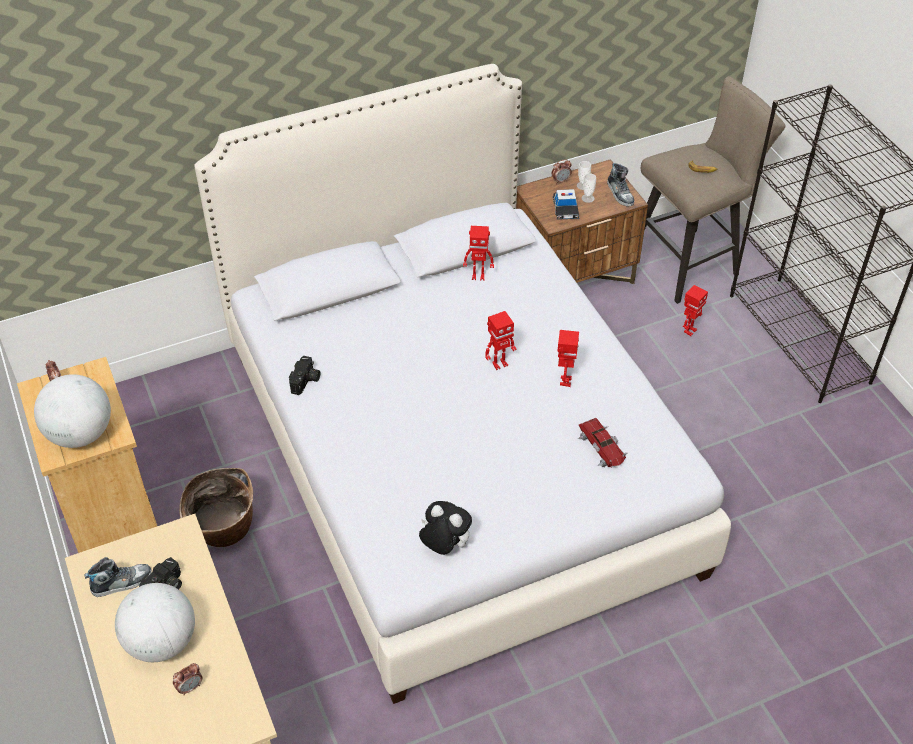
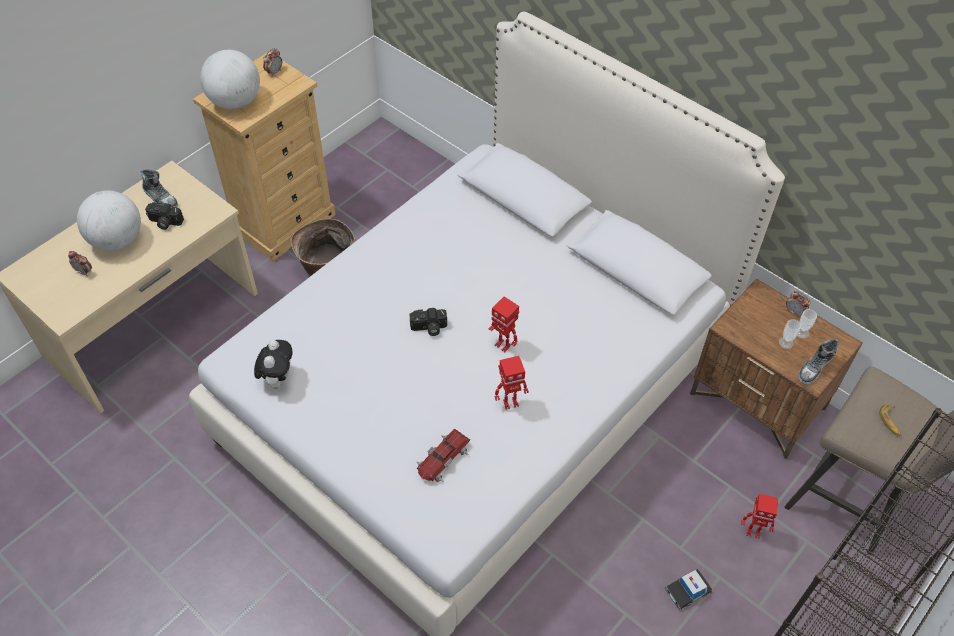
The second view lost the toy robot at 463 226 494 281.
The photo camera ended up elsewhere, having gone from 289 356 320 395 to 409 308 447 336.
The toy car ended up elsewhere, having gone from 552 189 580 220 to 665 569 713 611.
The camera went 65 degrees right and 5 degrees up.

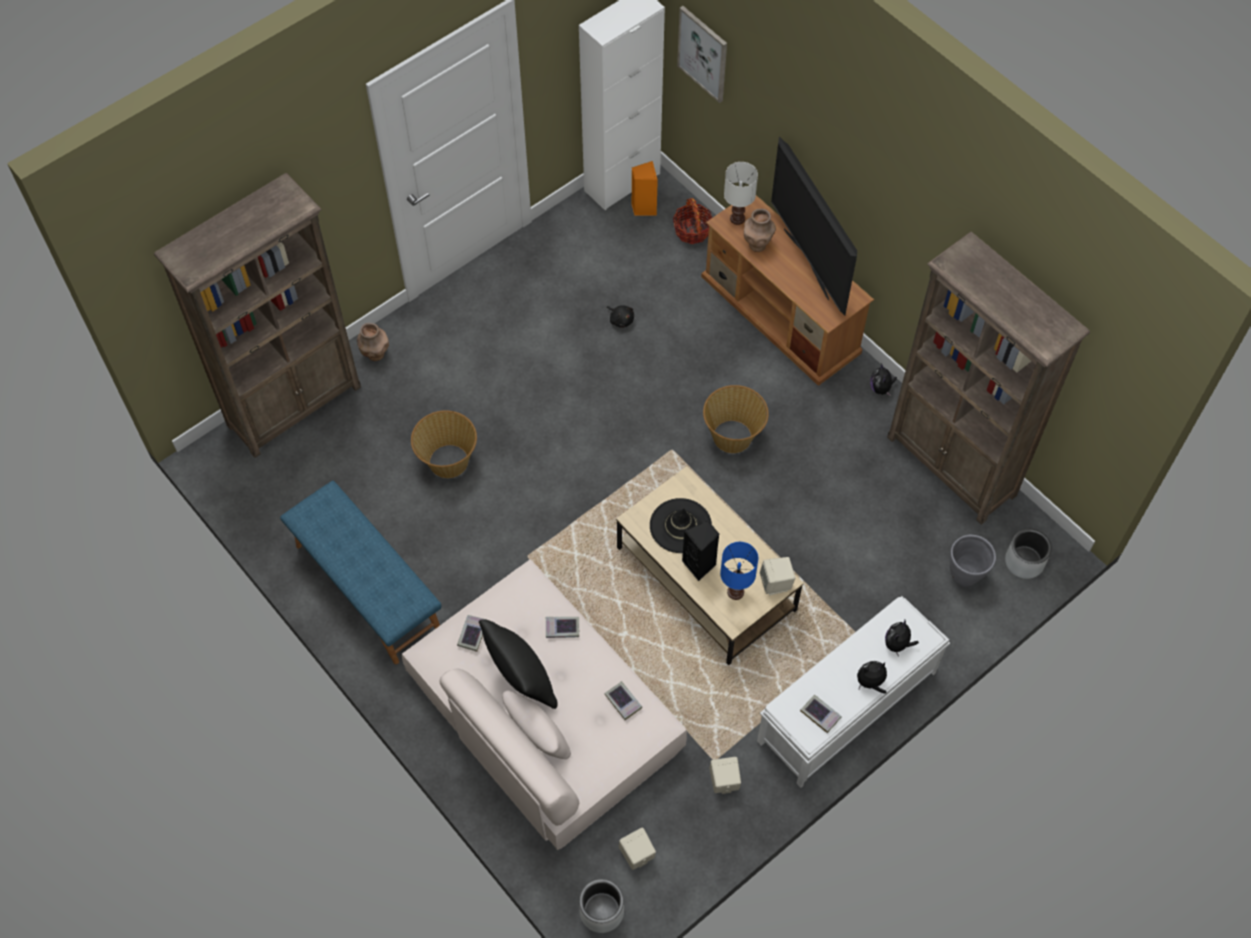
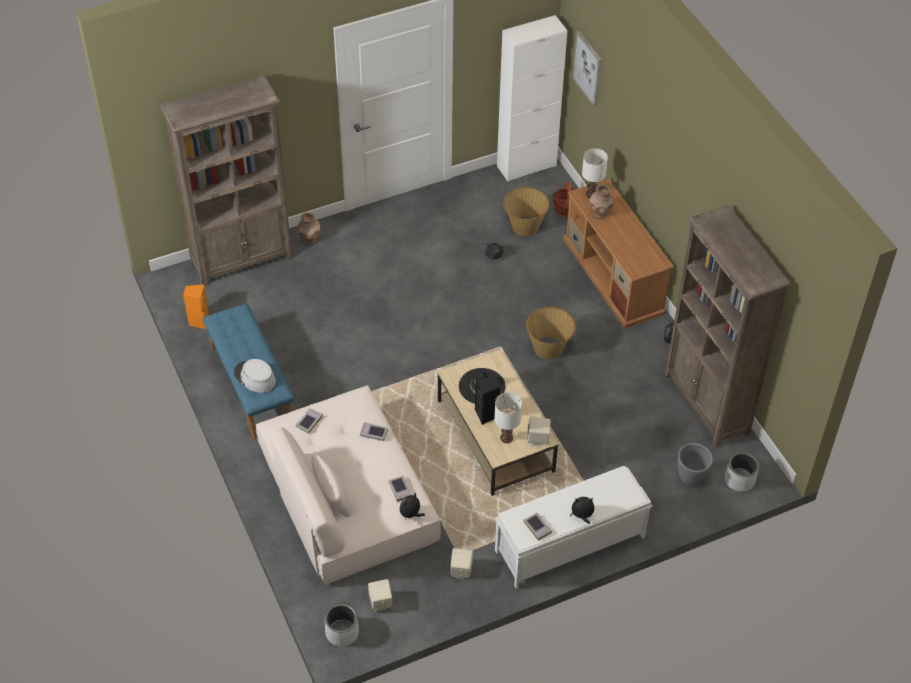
The second view lost the black pillow at 479 619 558 709.
The second view lost the television at 771 137 857 315.
The second view gained the grey hat at 234 359 276 393.
The basket ended up elsewhere, having gone from 411 410 477 478 to 503 187 549 236.
The orange speaker ended up elsewhere, having gone from 632 161 658 216 to 183 284 209 329.
The plush toy ended up elsewhere, having gone from 885 620 919 657 to 400 493 425 520.
What was the blue table lamp at 720 542 758 600 turned into the white table lamp at 494 392 522 443.
The camera went 15 degrees right and 10 degrees down.

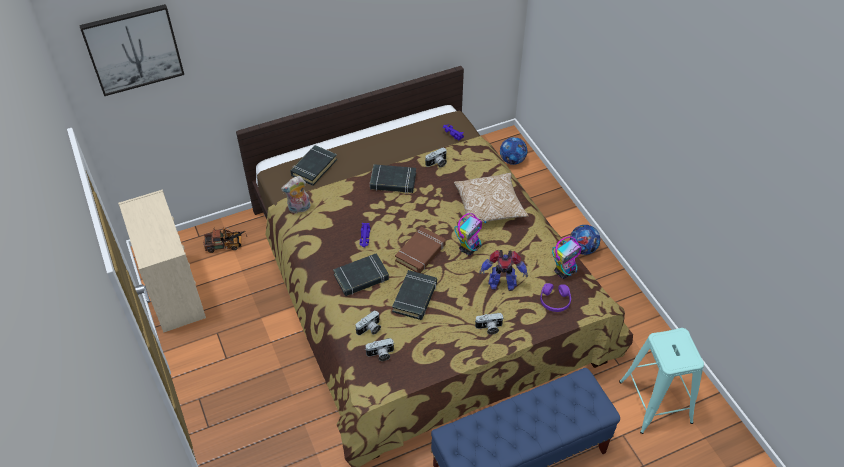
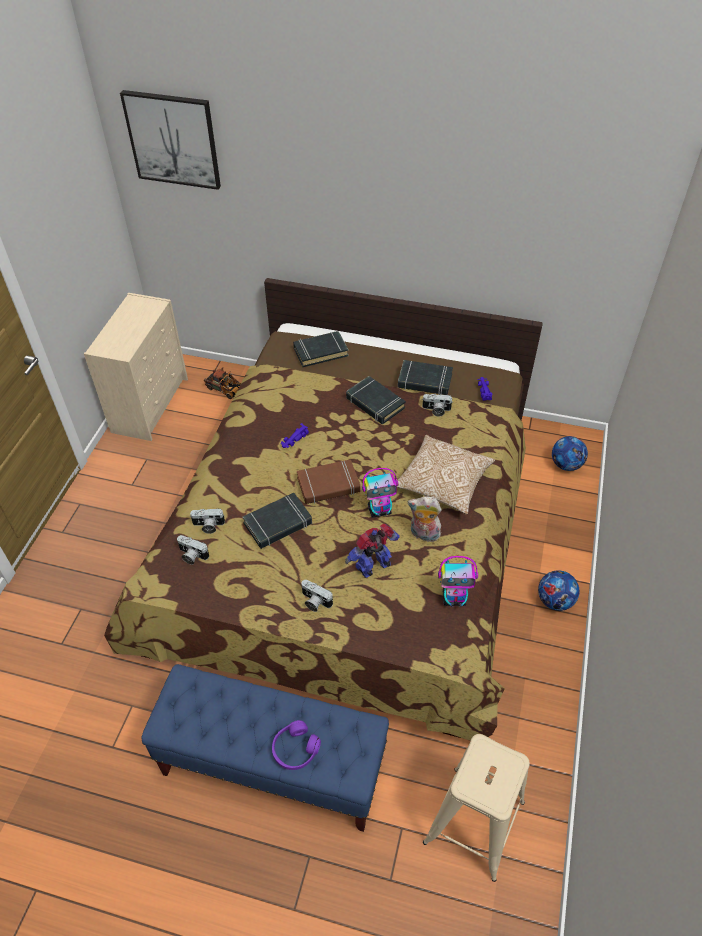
The plush toy ended up elsewhere, having gone from 281 176 310 214 to 408 496 442 542.
The black book ended up elsewhere, having gone from 333 253 389 296 to 398 360 453 395.
The purple headphones ended up elsewhere, having gone from 540 283 571 312 to 272 720 321 770.
What was the turquoise stool at 619 328 704 434 turned into the beige stool at 423 734 530 882.
The toy robot at 479 250 528 291 ended up facing another way, 105 degrees clockwise from before.
The camera went 40 degrees right and 0 degrees up.

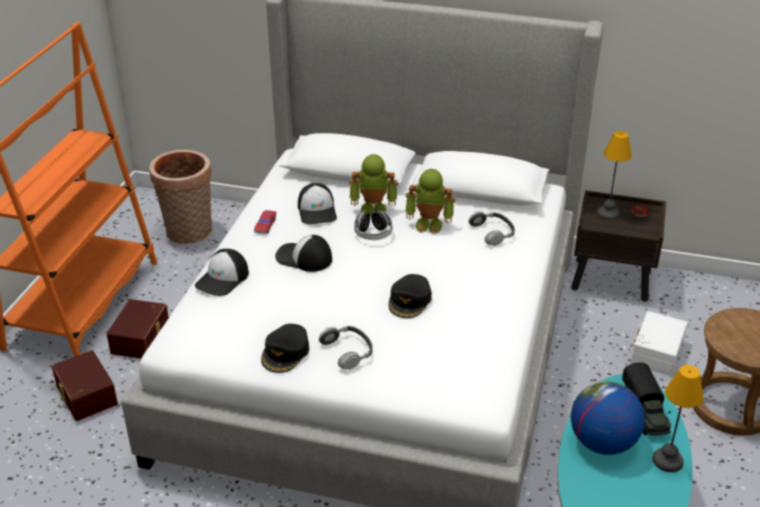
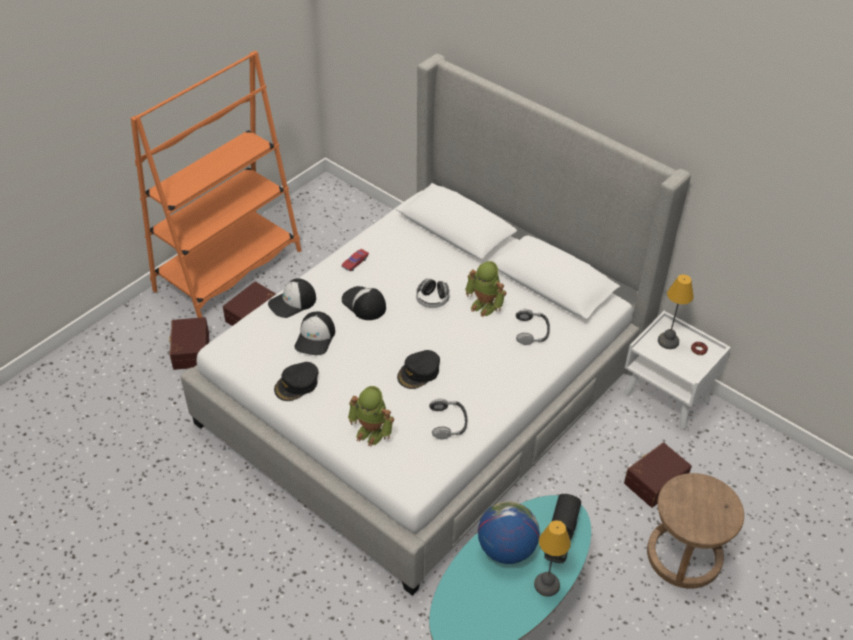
The second view lost the basket at 149 150 212 244.
The cap ended up elsewhere, having gone from 298 183 337 224 to 294 311 335 355.
The headphones ended up elsewhere, having gone from 319 326 373 370 to 429 398 467 440.
The toy robot ended up elsewhere, having gone from 349 154 398 217 to 348 386 394 447.
What was the brown nightstand at 571 190 666 302 turned into the white nightstand at 624 311 731 430.
What was the white storage box at 630 311 688 376 turned into the brown storage box at 624 442 692 508.
The camera went 25 degrees right and 10 degrees up.

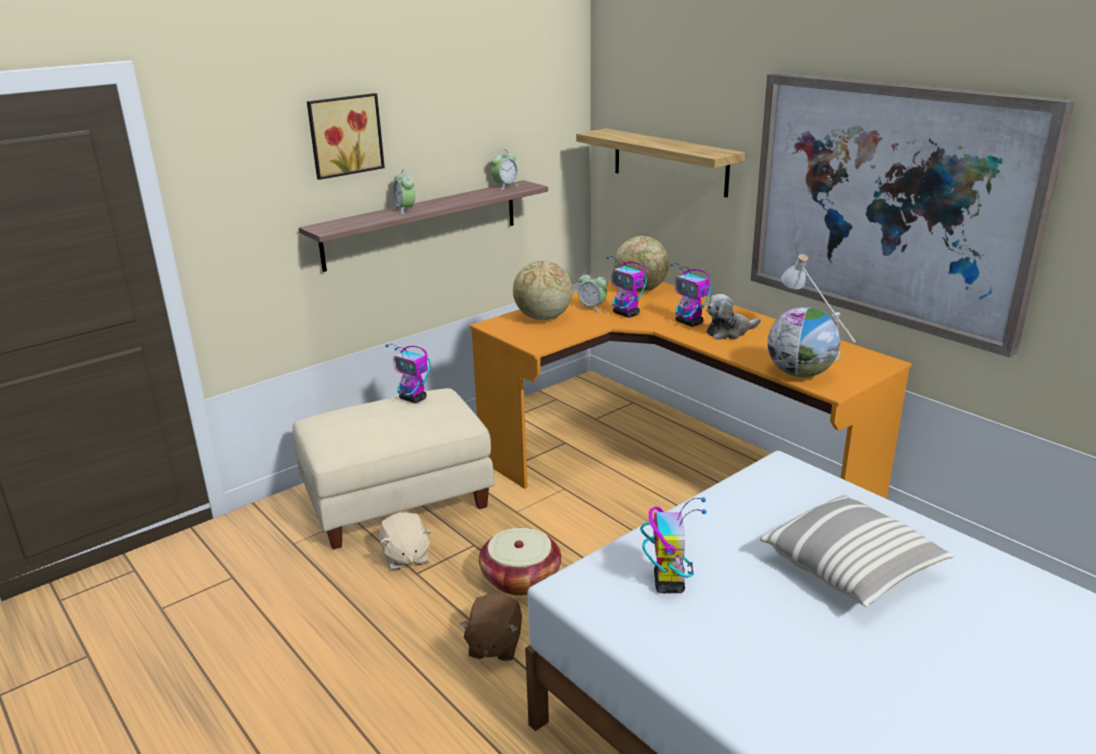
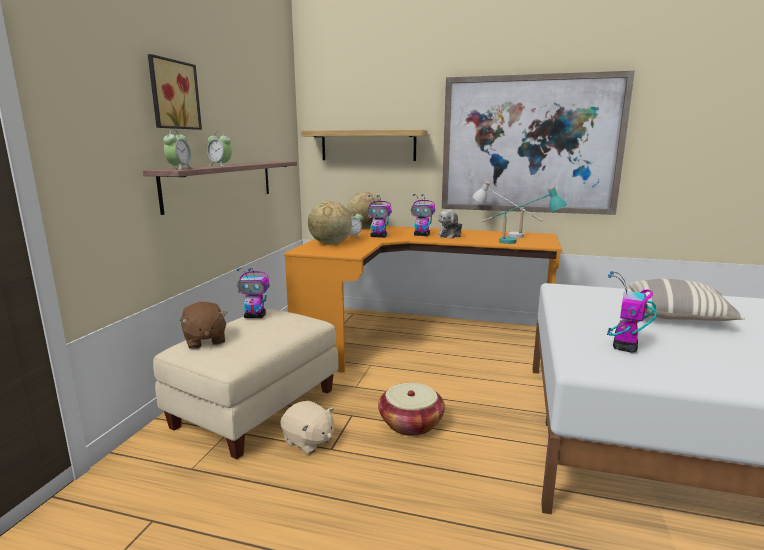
The brown plush toy ended up elsewhere, having gone from 460 593 522 661 to 180 302 227 349.
The alarm clock ended up elsewhere, having gone from 491 149 518 190 to 163 129 192 169.
Where the globe stood at 767 307 840 377, the turquoise table lamp came to stand at 482 186 567 244.
The toy robot at 640 497 707 593 ended up facing another way, 120 degrees counterclockwise from before.
The camera went 35 degrees left and 10 degrees down.

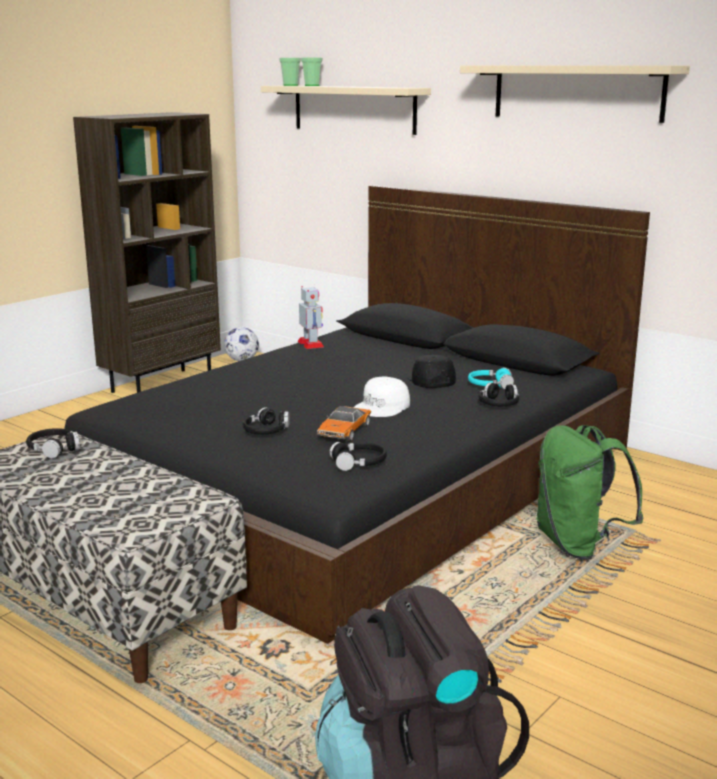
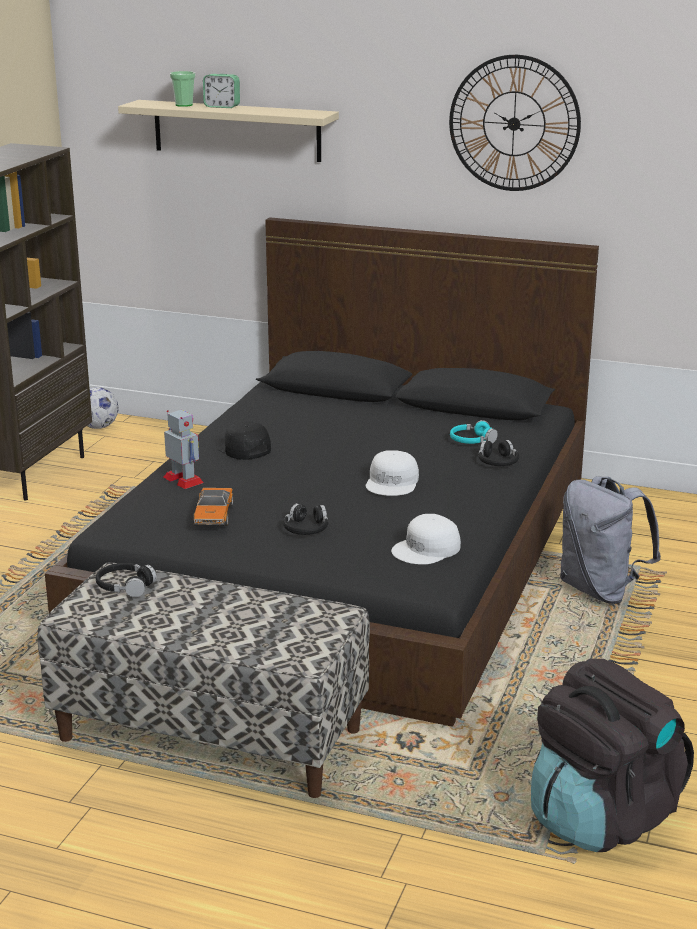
The second view lost the cup at 279 58 301 86.
The second view gained the alarm clock at 203 74 240 108.
The toy robot ended up elsewhere, having gone from 298 286 324 349 to 163 410 203 489.
The toy car ended up elsewhere, having gone from 317 406 371 442 to 193 488 233 526.
The black cap ended up elsewhere, having gone from 407 355 456 388 to 216 421 271 460.
Where the black headphones stood at 330 442 387 471, the white cap came to stand at 391 514 461 565.
Where the beige shelf hung at 460 66 690 123, the wall clock came to hang at 449 55 581 191.
What was the green backpack at 536 425 644 560 turned into the grey backpack at 560 476 661 604.
The camera went 20 degrees left and 5 degrees up.

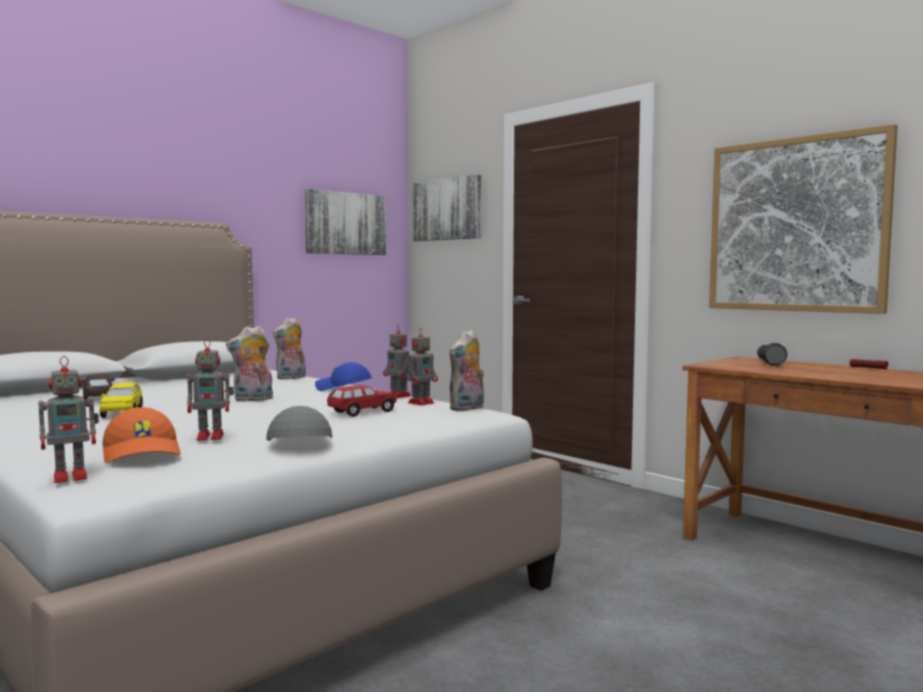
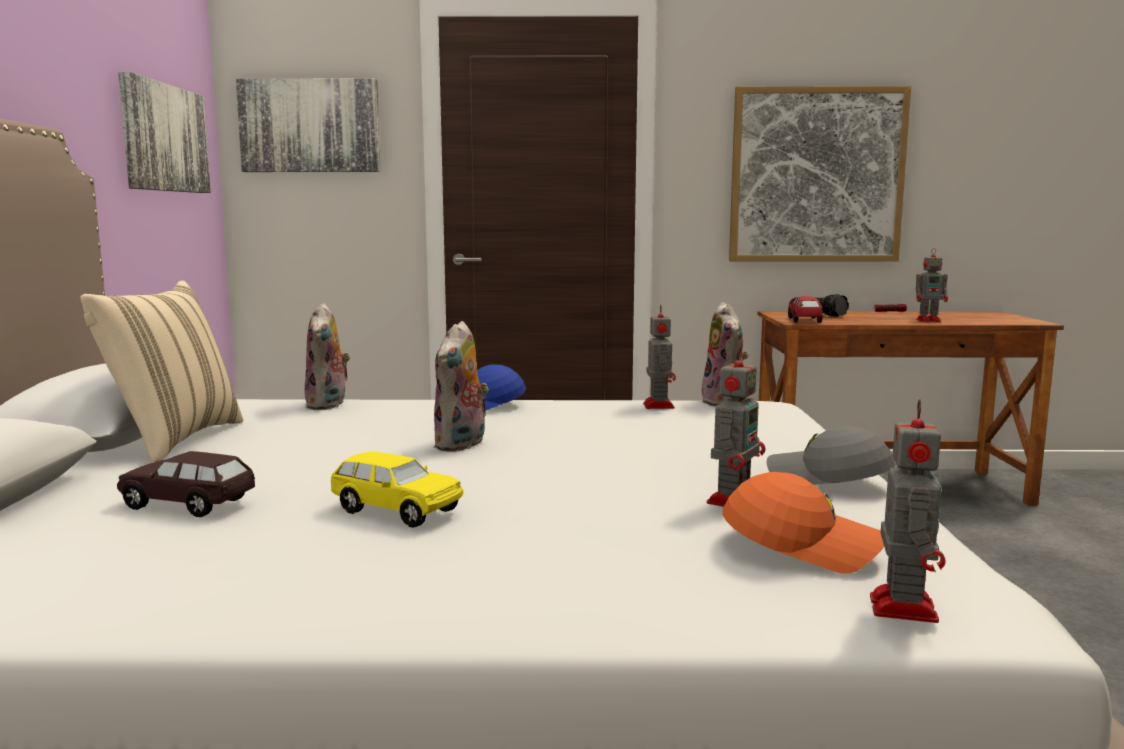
The second view gained the beige pillow at 81 280 243 462.
The red toy car ended up elsewhere, having gone from 327 385 397 417 to 788 296 823 323.
The toy robot ended up elsewhere, having gone from 383 325 411 398 to 916 248 948 322.
The camera went 45 degrees left and 5 degrees up.

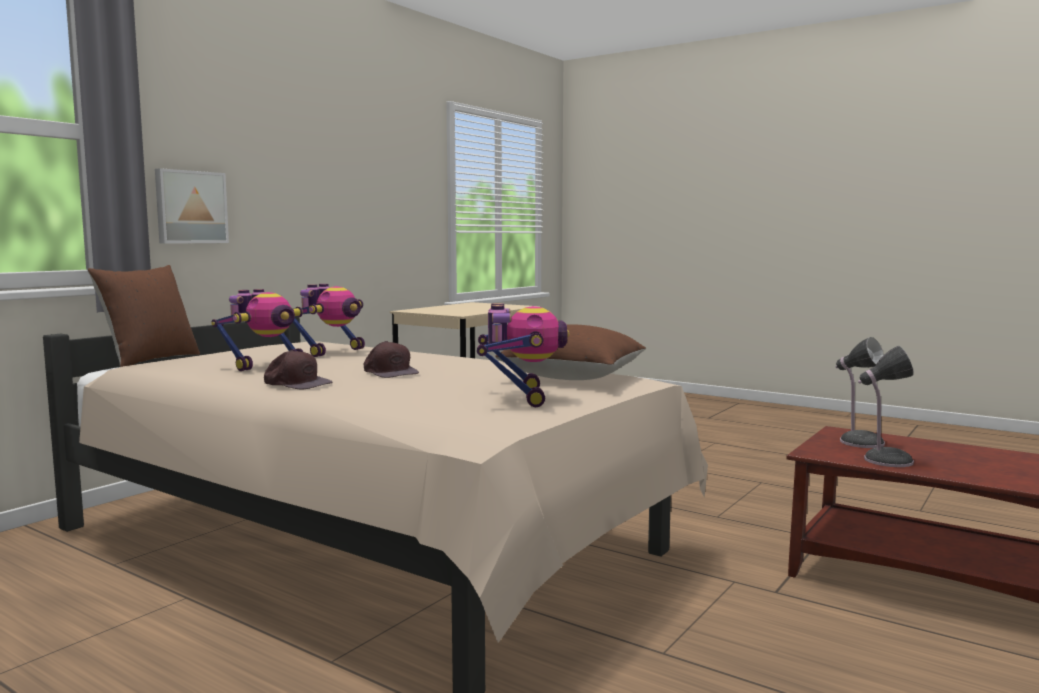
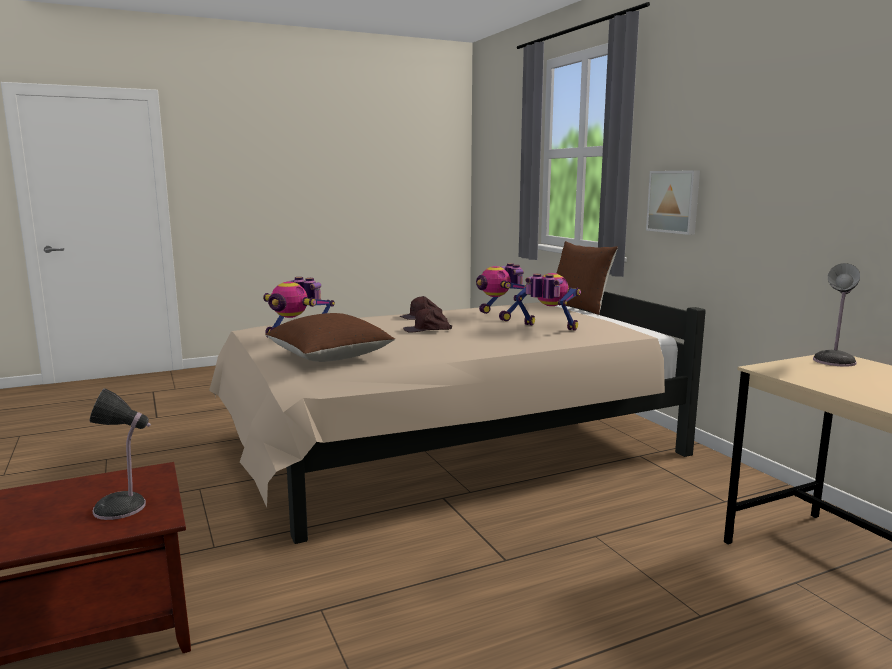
The table lamp ended up elsewhere, having gone from 858 346 914 467 to 813 263 860 367.
The toy robot at 293 284 365 357 ended up facing another way, 150 degrees clockwise from before.
The camera went 120 degrees right and 5 degrees up.

